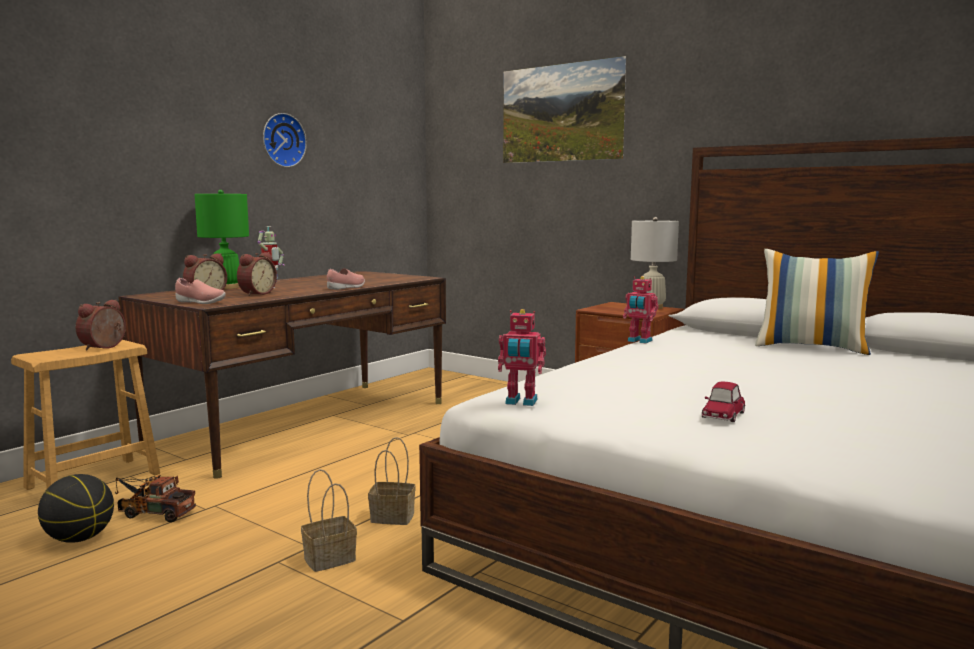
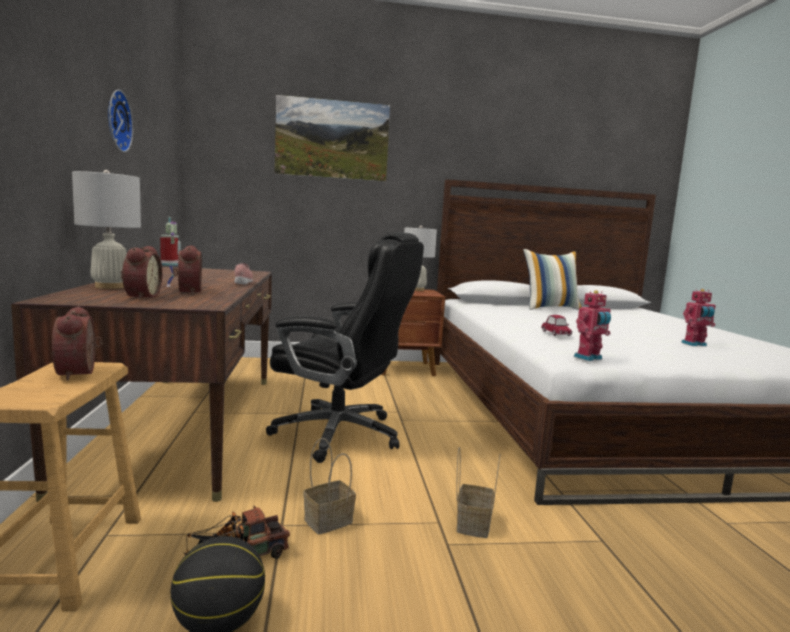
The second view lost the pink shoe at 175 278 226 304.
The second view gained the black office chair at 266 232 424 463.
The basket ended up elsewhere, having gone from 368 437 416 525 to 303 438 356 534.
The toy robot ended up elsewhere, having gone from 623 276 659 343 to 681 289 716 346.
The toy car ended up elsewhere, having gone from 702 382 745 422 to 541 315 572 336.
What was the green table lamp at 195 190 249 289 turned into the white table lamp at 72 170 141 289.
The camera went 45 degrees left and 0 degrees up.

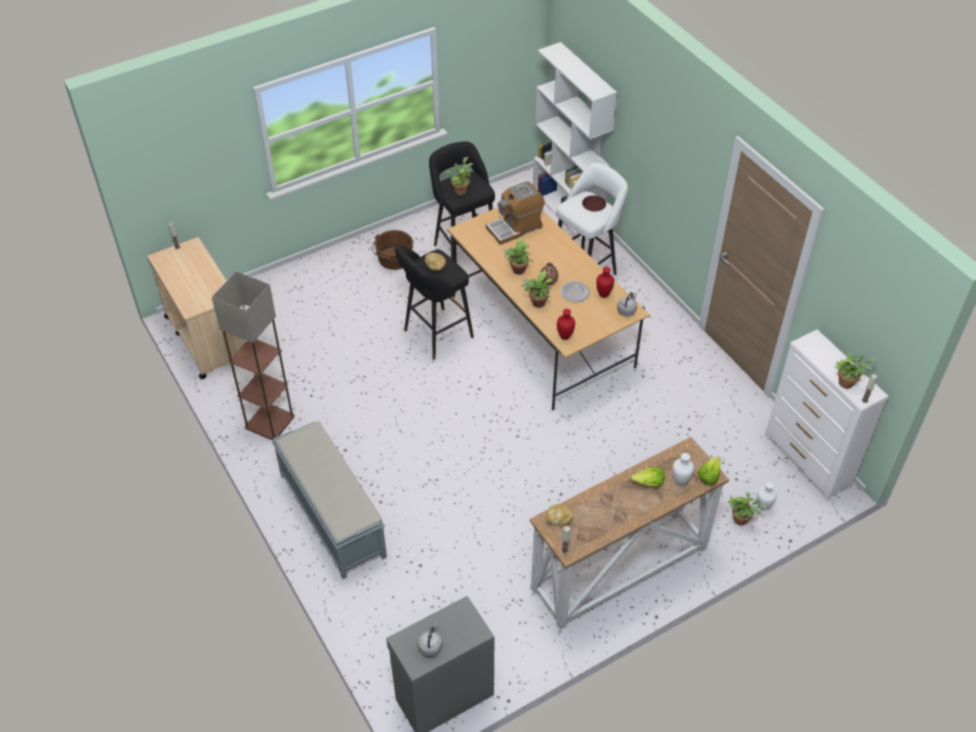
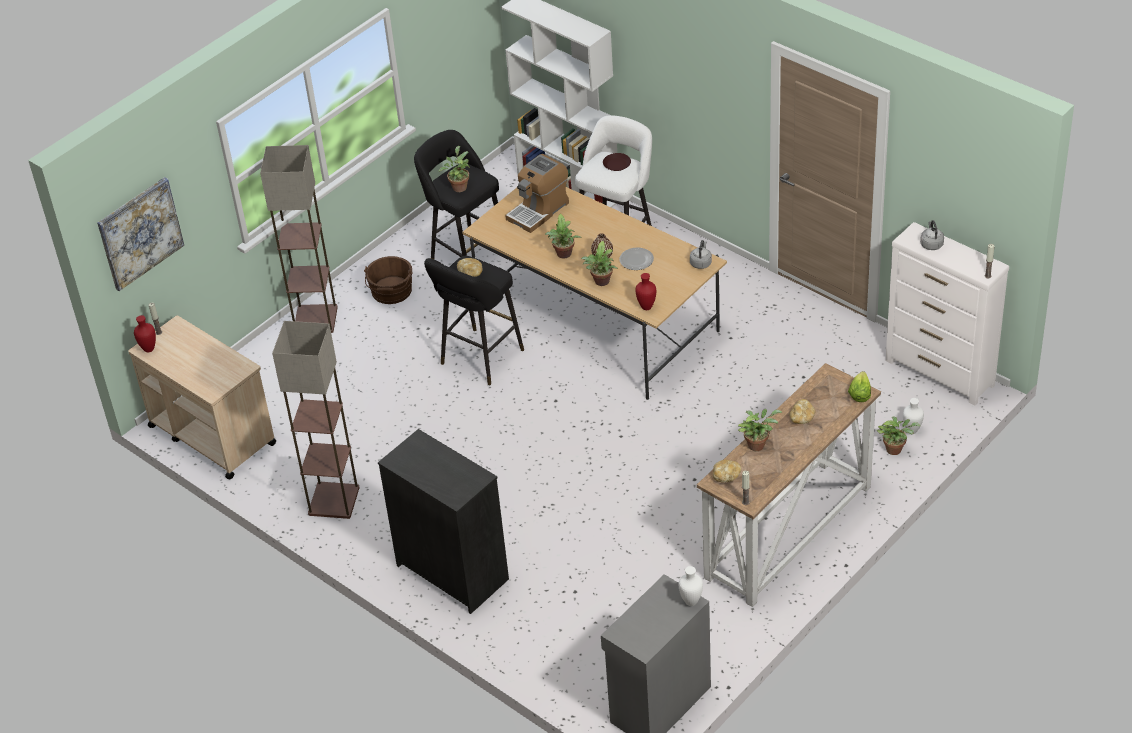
The second view gained the picture at 97 177 184 291.
The second view gained the floor lamp at 260 145 338 333.
The grey kettle ended up elsewhere, having gone from 418 623 443 657 to 920 220 944 250.
The red vase ended up elsewhere, having gone from 596 267 614 298 to 134 315 156 352.
The white vase ended up elsewhere, having gone from 672 453 694 485 to 679 566 703 606.
The potted plant ended up elsewhere, having gone from 834 352 878 389 to 738 409 782 451.
Where the grey bench stood at 272 421 387 579, the black dresser came to stand at 378 429 509 614.
Where the lettuce stood at 630 467 665 487, the bread came to stand at 790 399 816 424.
The camera went 15 degrees left and 5 degrees down.

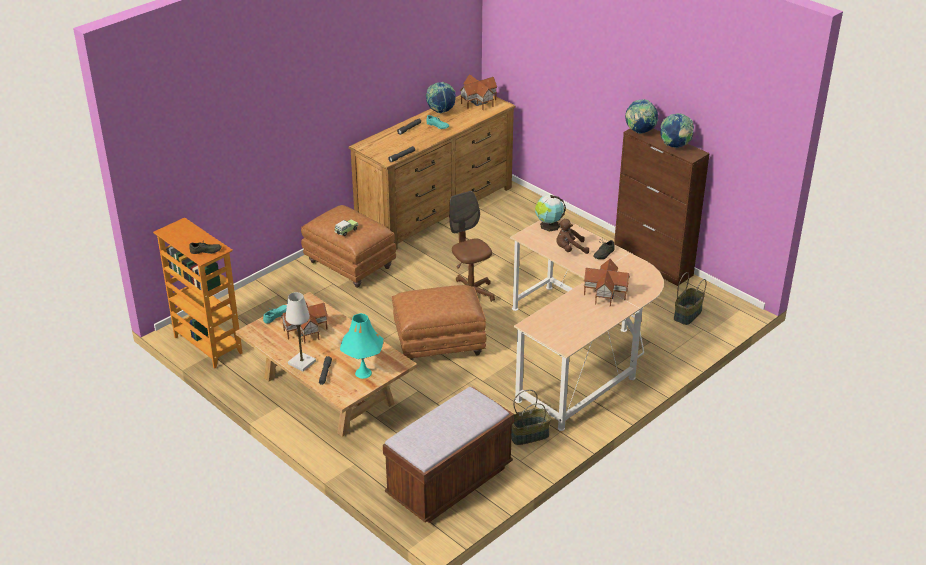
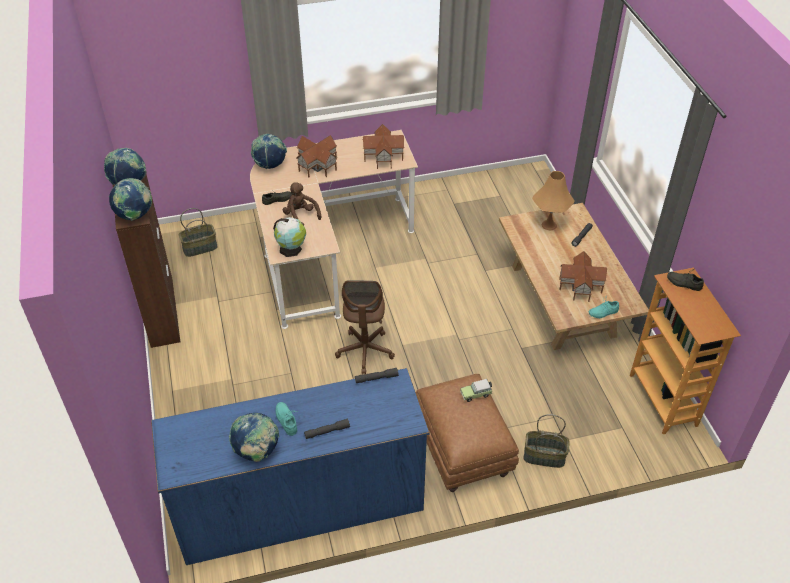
The second view lost the white table lamp at 286 292 316 371.
The second view lost the brown bench at 383 387 514 523.
The second view lost the brown ottoman at 392 285 486 361.
The second view gained the globe at 251 134 287 169.
The toy house ended up elsewhere, having gone from 460 74 498 110 to 363 124 405 169.
The basket ended up elsewhere, having gone from 511 390 551 445 to 524 414 570 468.
What was the turquoise table lamp at 340 313 383 379 turned into the orange table lamp at 532 171 575 230.
What was the brown dresser at 349 95 515 250 turned into the blue dresser at 151 368 430 565.
The brown plush toy at 556 219 589 254 ended up facing another way, 150 degrees counterclockwise from before.
The camera went 150 degrees left and 10 degrees up.

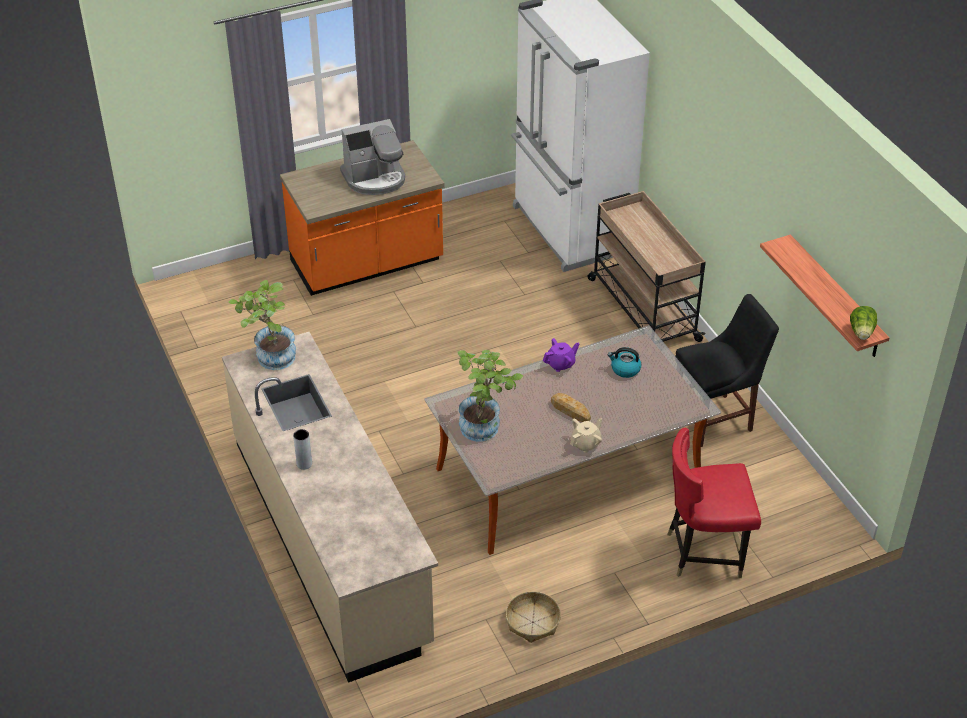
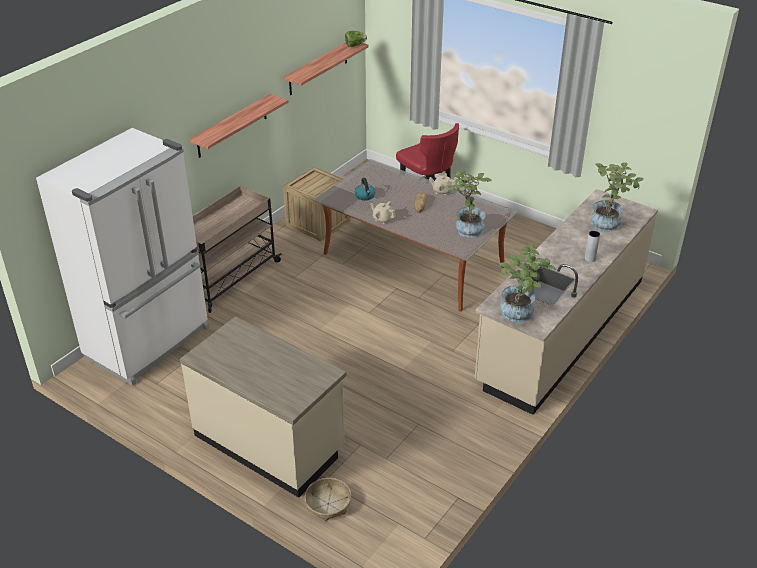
The second view lost the coffee machine at 340 119 405 195.
The second view gained the shelf at 189 94 288 158.
The second view gained the potted plant at 591 162 644 232.
The basket ended up elsewhere, having gone from 506 591 561 643 to 305 478 351 521.
Where the black chair stood at 675 294 779 447, the crate came to stand at 283 167 350 241.
What was the orange counter at 280 140 444 296 turned into the beige counter at 180 316 346 498.
What was the purple teapot at 543 338 579 372 turned into the beige teapot at 370 201 396 224.
The camera went 120 degrees left and 5 degrees down.

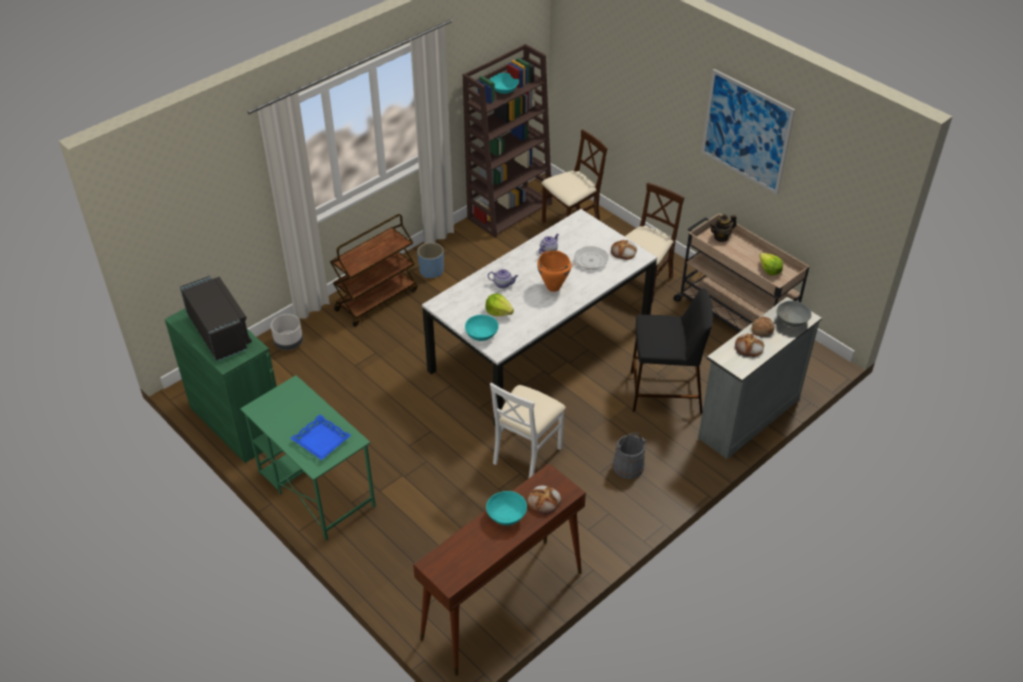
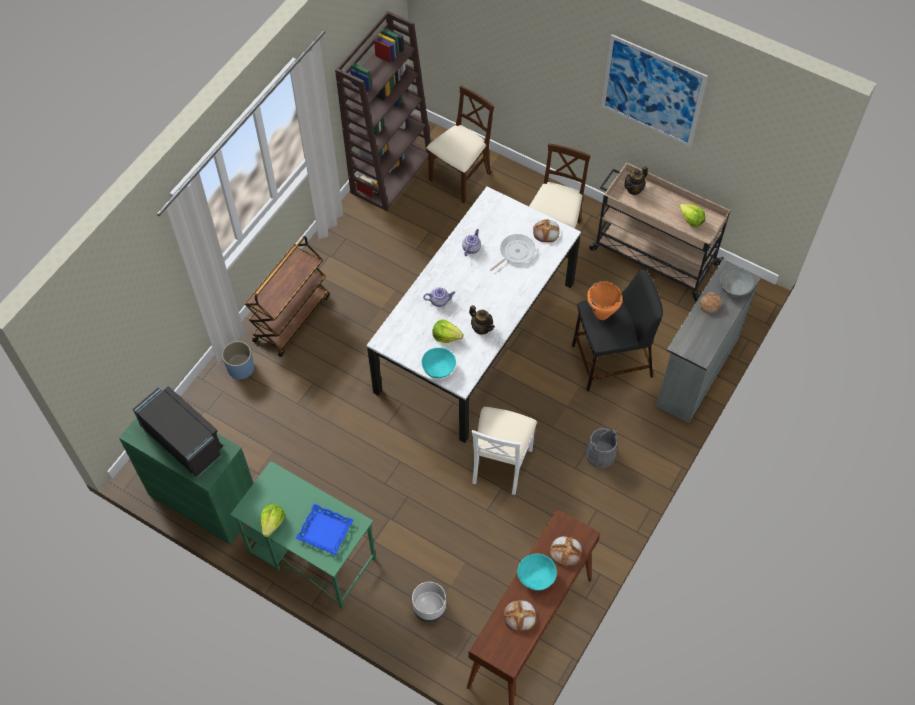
The second view lost the turquoise bowl at 490 73 519 94.
The second view gained the lettuce at 261 504 285 537.
The second view gained the teapot at 469 305 495 335.
The grey planter ended up elsewhere, having gone from 271 314 303 350 to 412 582 446 623.
The blue planter ended up elsewhere, having gone from 417 242 444 278 to 222 341 254 380.
The orange cooking pot ended up elsewhere, having gone from 537 250 571 292 to 587 281 623 320.
The bread ended up elsewhere, having gone from 735 334 764 357 to 504 600 536 631.
The camera went 15 degrees left and 15 degrees up.

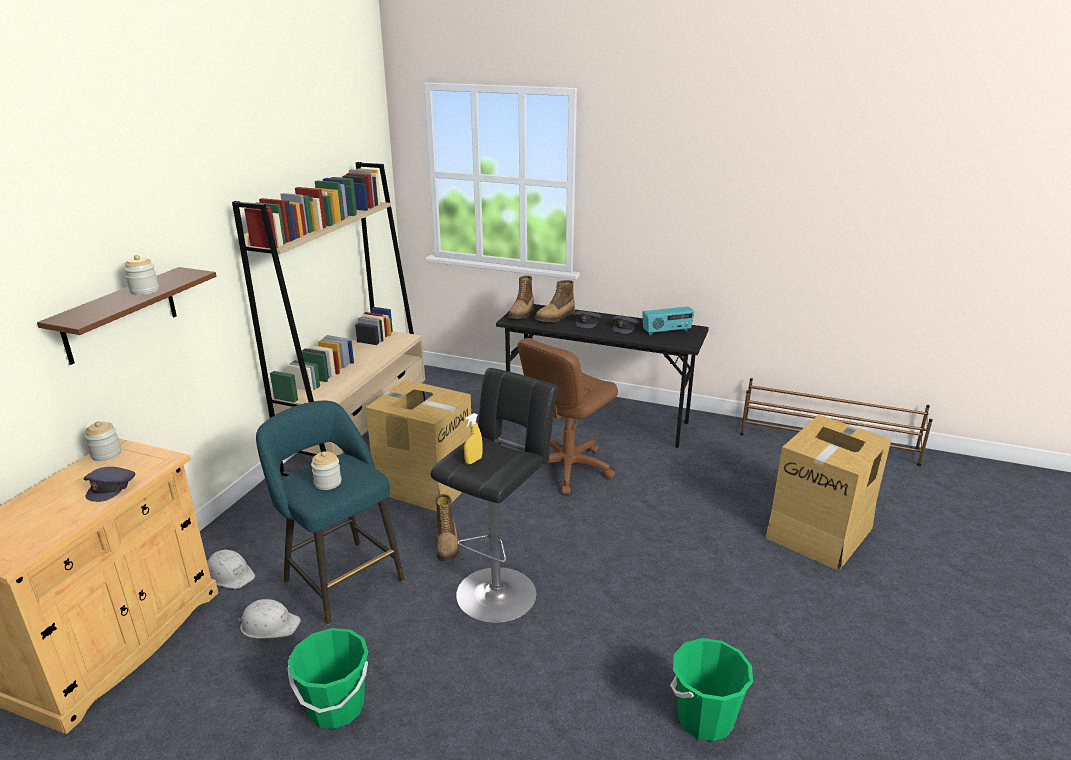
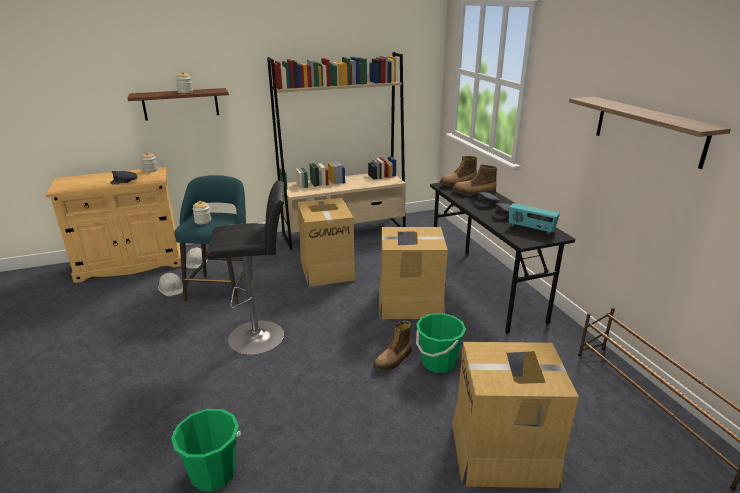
The second view lost the yellow spray bottle at 464 413 483 464.
The second view gained the shelf at 569 97 731 169.
The green bucket ended up elsewhere, having gone from 287 628 368 729 to 416 313 466 373.
The boot ended up elsewhere, having gone from 436 494 459 562 to 373 321 412 371.
Where the brown office chair stood at 517 338 618 495, the cardboard box came to stand at 379 227 448 319.
The camera went 50 degrees right and 0 degrees up.

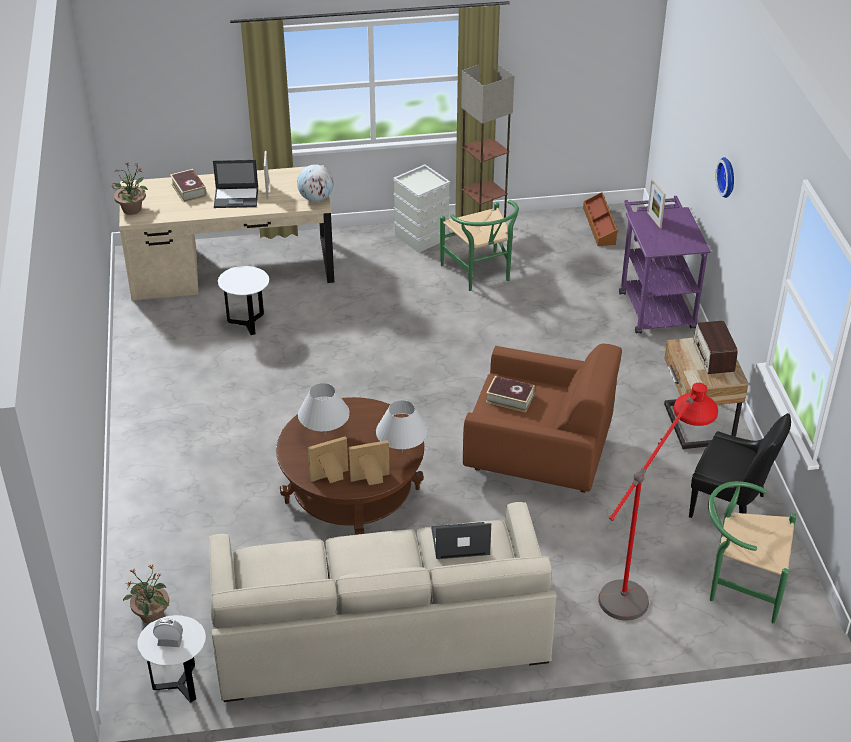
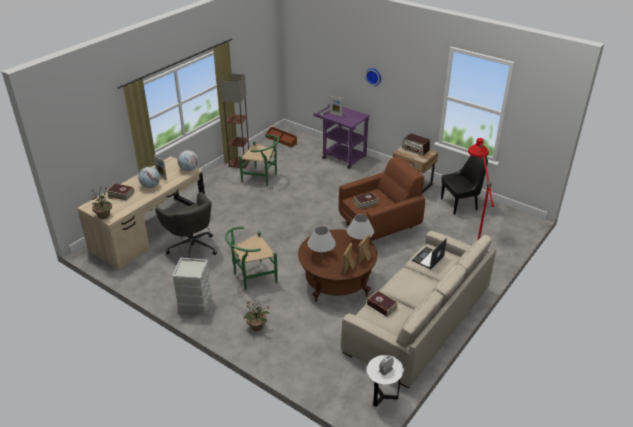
The second view gained the book at 367 290 399 317.
The potted plant ended up elsewhere, having gone from 123 565 169 624 to 244 301 270 331.
The grey storage box ended up elsewhere, having gone from 393 164 450 253 to 172 258 211 314.
The green chair ended up elsewhere, having gone from 708 481 797 624 to 225 226 278 290.
Where the laptop stood at 213 160 258 208, the globe came to stand at 138 167 160 188.
Where the white side table stood at 218 266 269 335, the grey office chair came to stand at 155 192 217 258.
The camera went 45 degrees left and 5 degrees down.

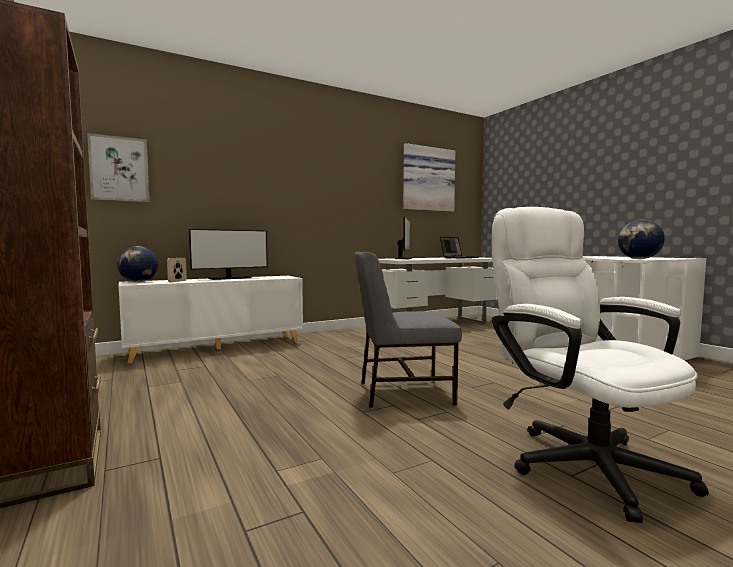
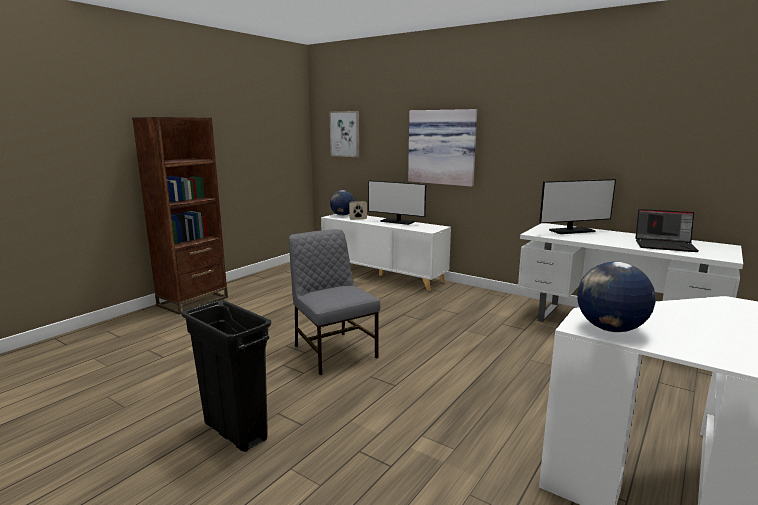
The picture ended up elsewhere, having gone from 403 143 455 212 to 408 109 477 187.
Where the white office chair stood at 492 207 709 523, the black trash can came to stand at 181 300 271 452.
The camera went 65 degrees right and 10 degrees up.

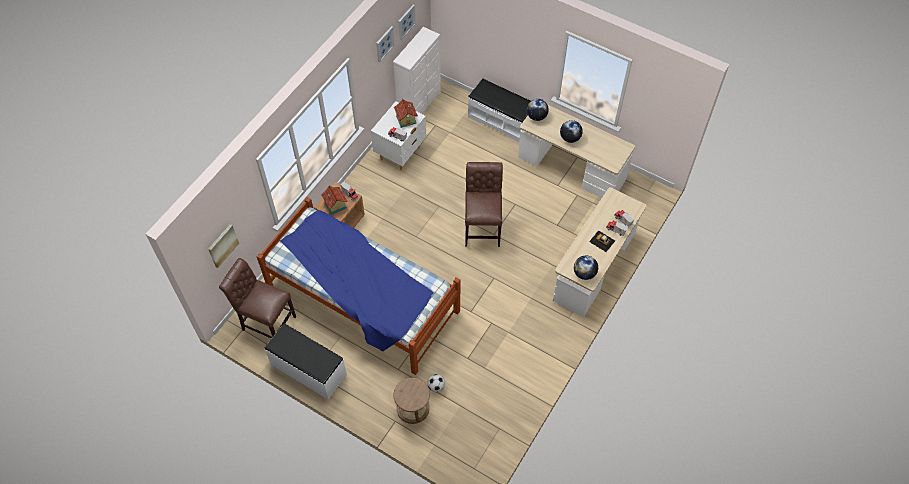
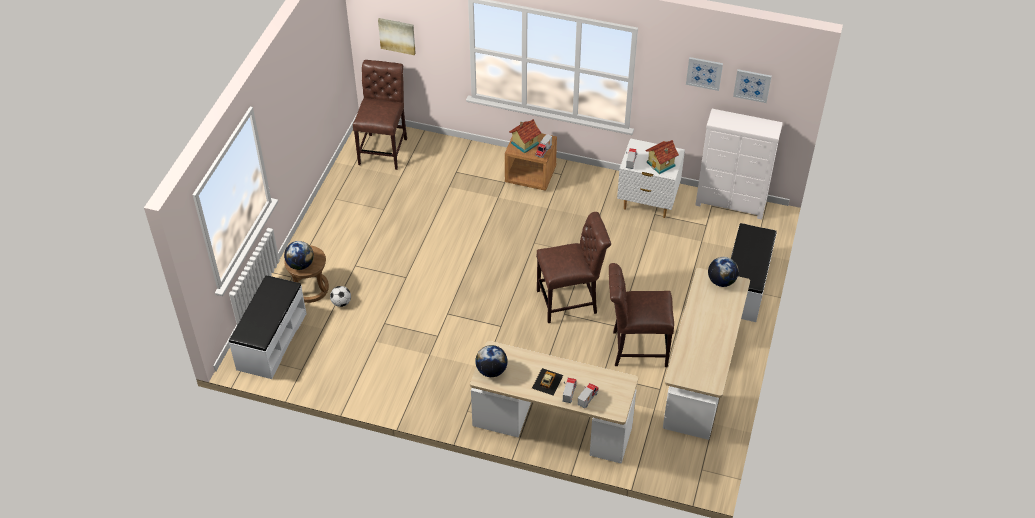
The second view lost the bed at 257 197 461 375.
The second view gained the brown chair at 609 263 674 367.
The white bench ended up elsewhere, having gone from 265 323 347 400 to 229 275 307 379.
The globe ended up elsewhere, having gone from 560 120 583 143 to 284 241 314 270.
The camera went 75 degrees right and 10 degrees down.

